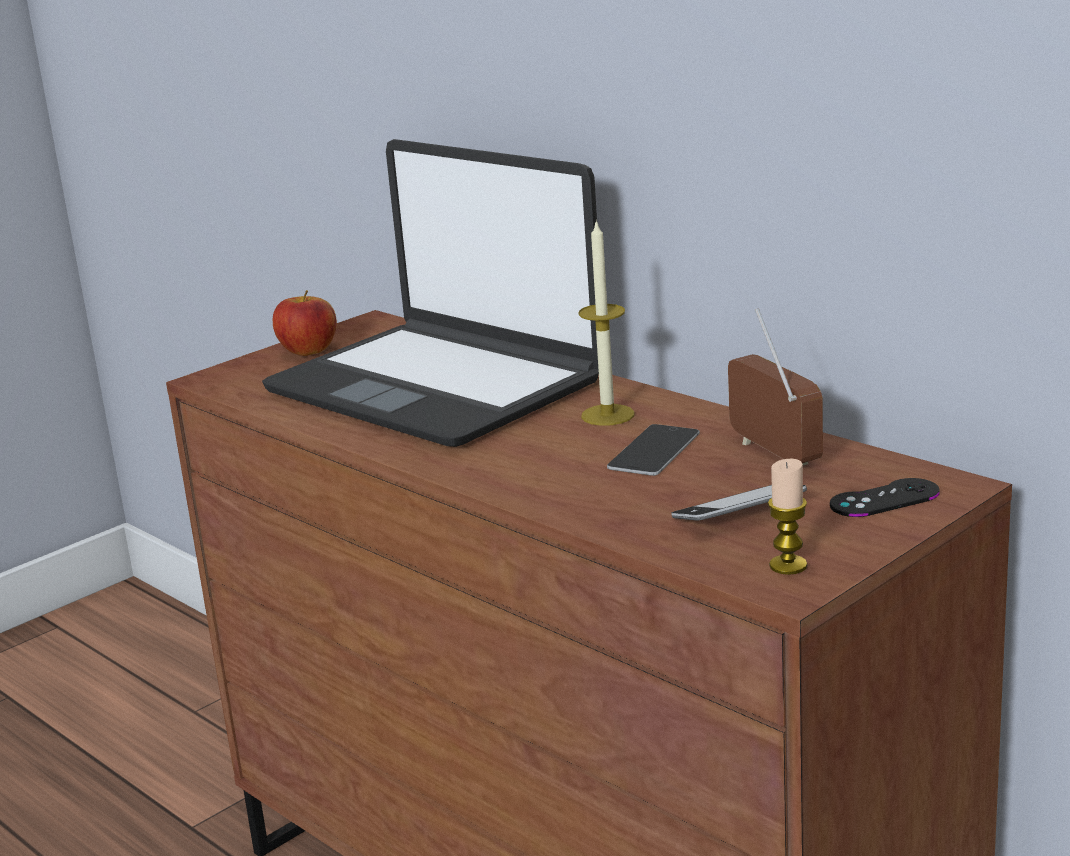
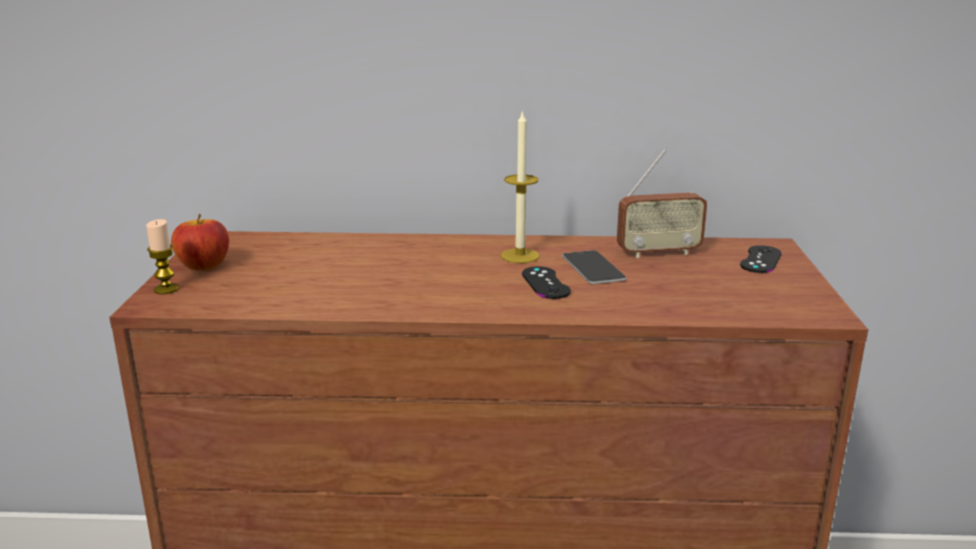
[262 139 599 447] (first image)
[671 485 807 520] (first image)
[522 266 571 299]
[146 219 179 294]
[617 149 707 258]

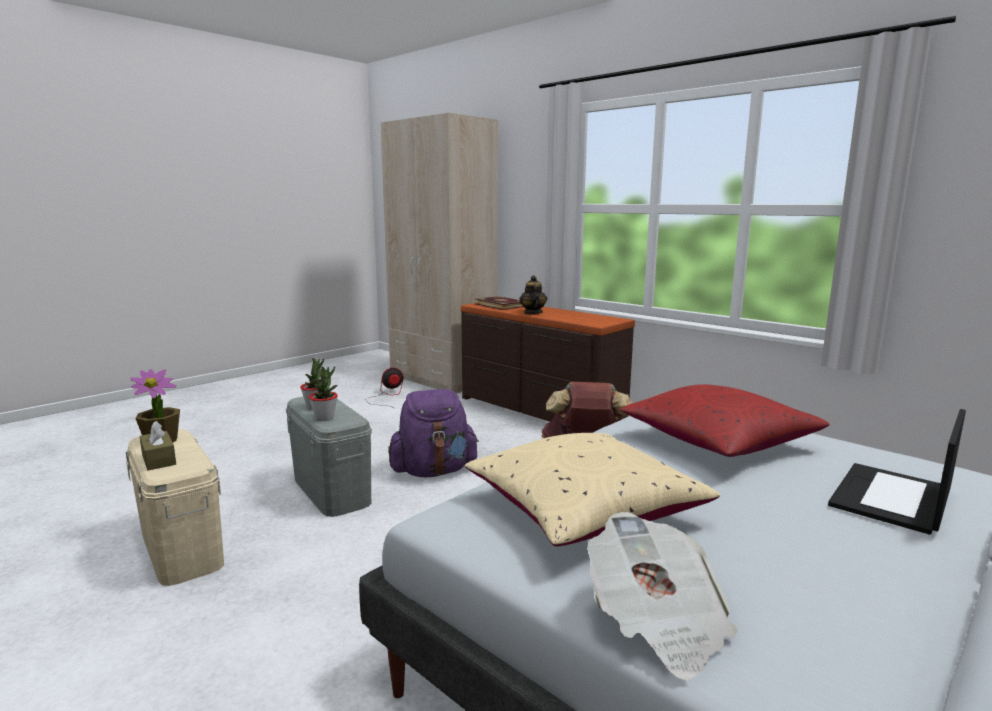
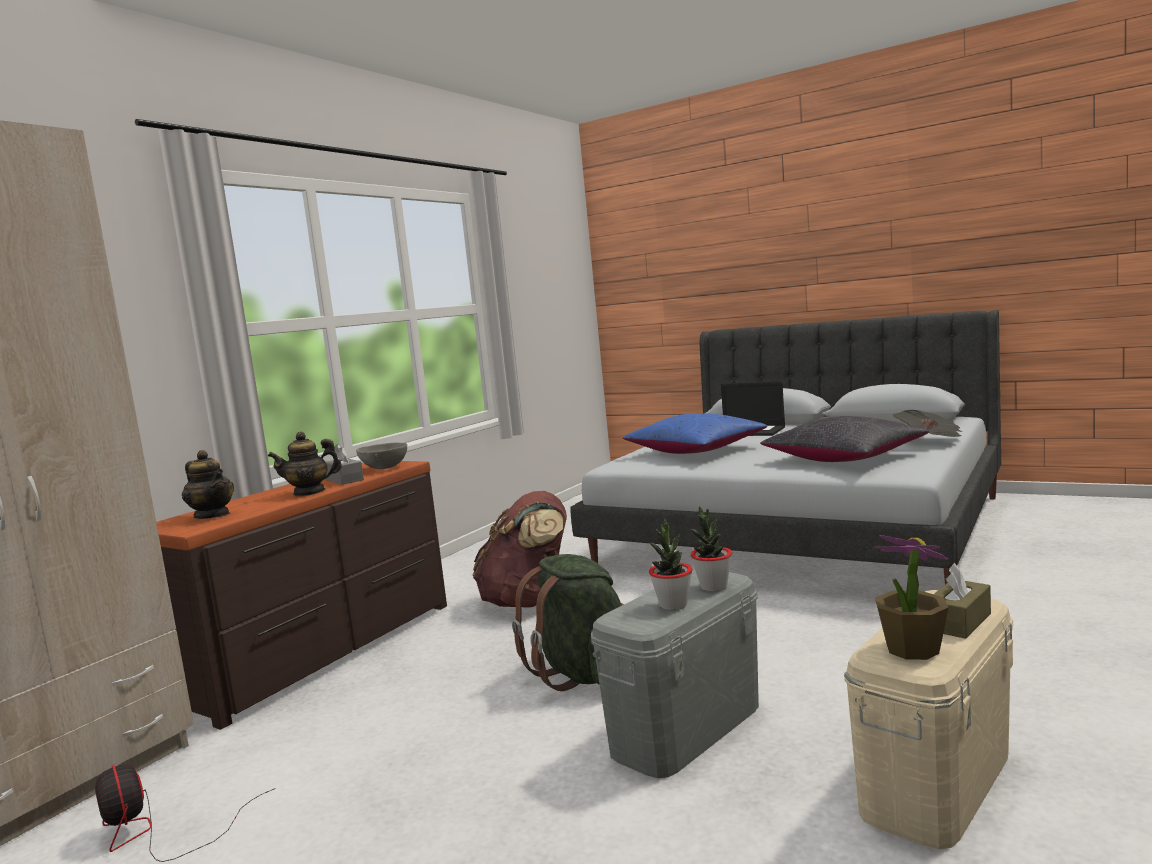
[326 444 364 485]
[356 443 407 469]
[182 450 234 519]
[512 554 624 691]
[760 416 929 462]
[623 413 767 454]

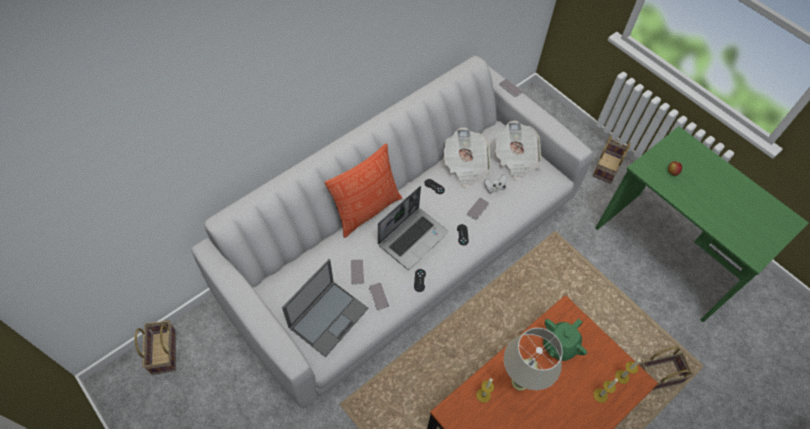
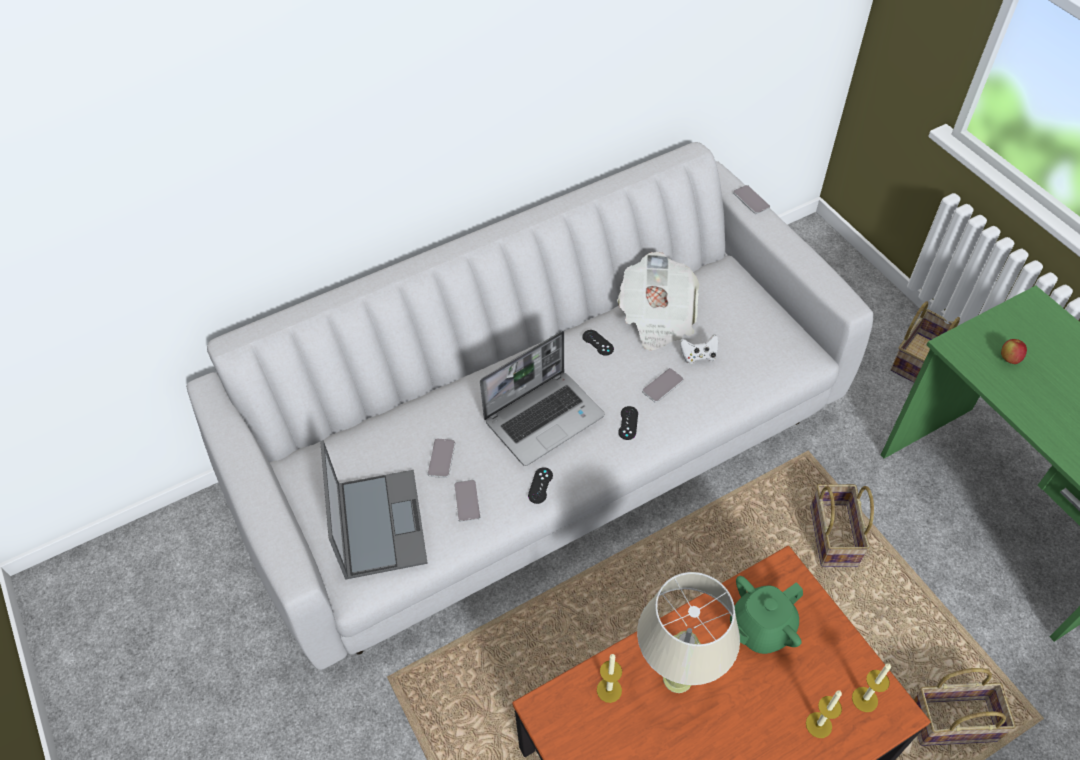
[324 144 402 238] (first image)
[495 121 541 180] (first image)
[810 484 874 567]
[320 440 428 580]

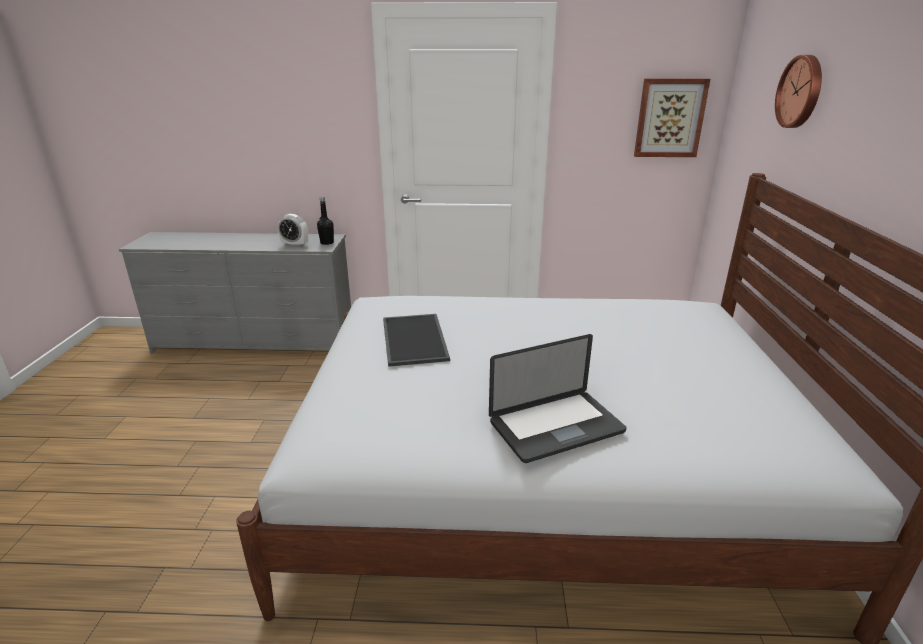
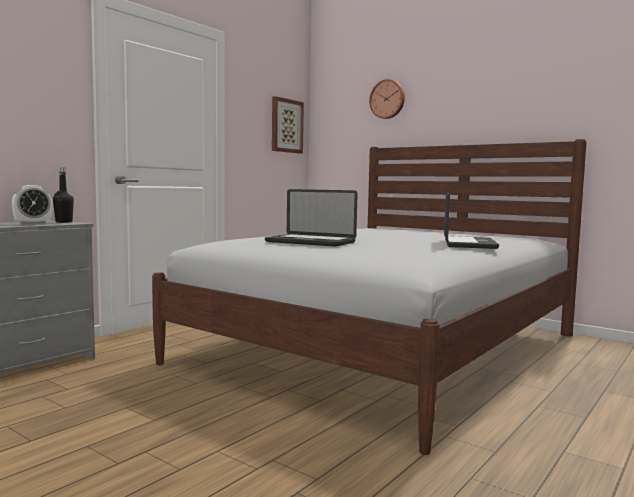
[265 189 358 247]

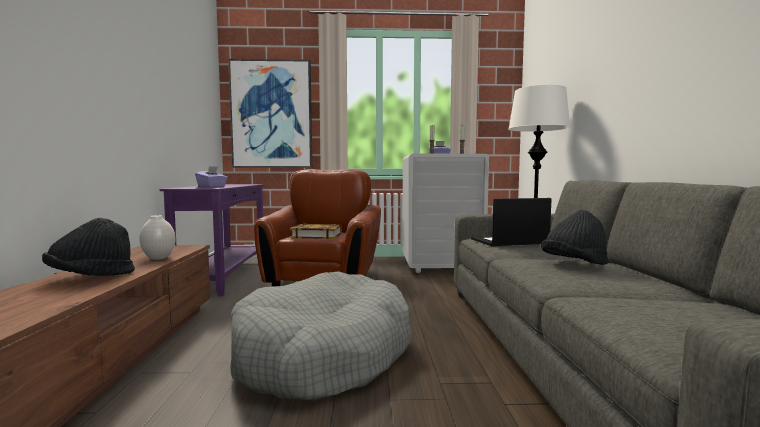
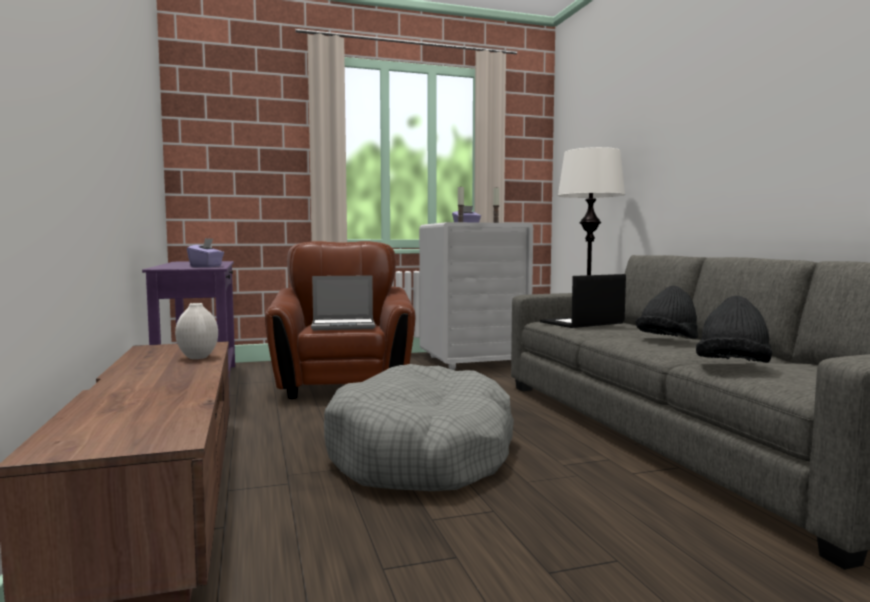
[228 59 312 168] (first image)
[696 296 773 363]
[311 275 375 330]

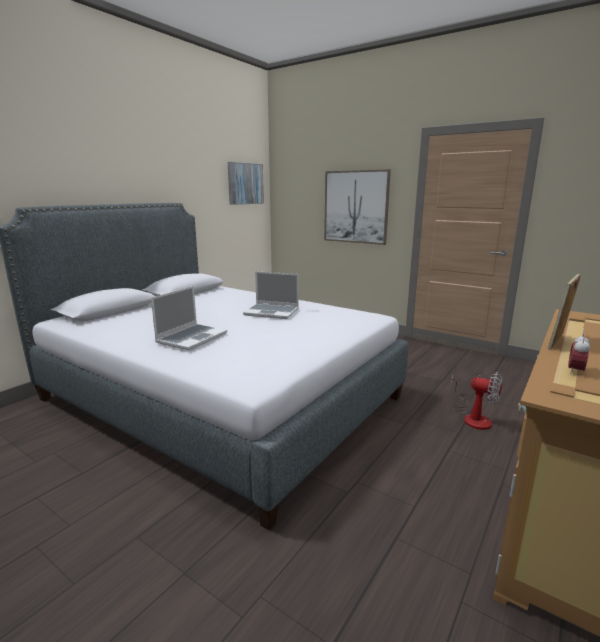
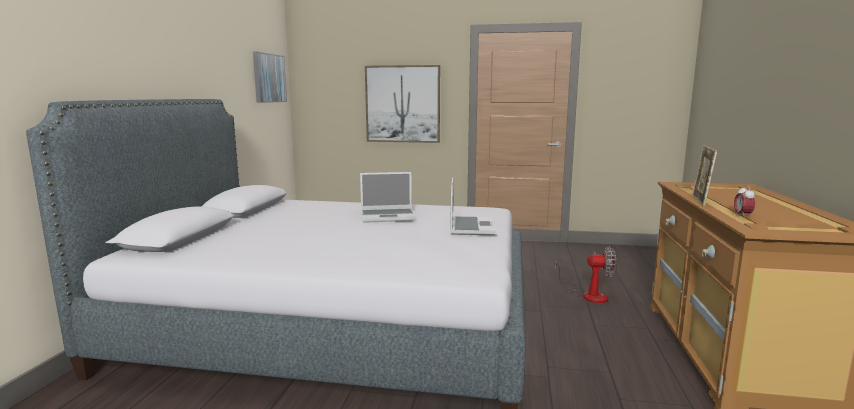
[450 177 496 235]

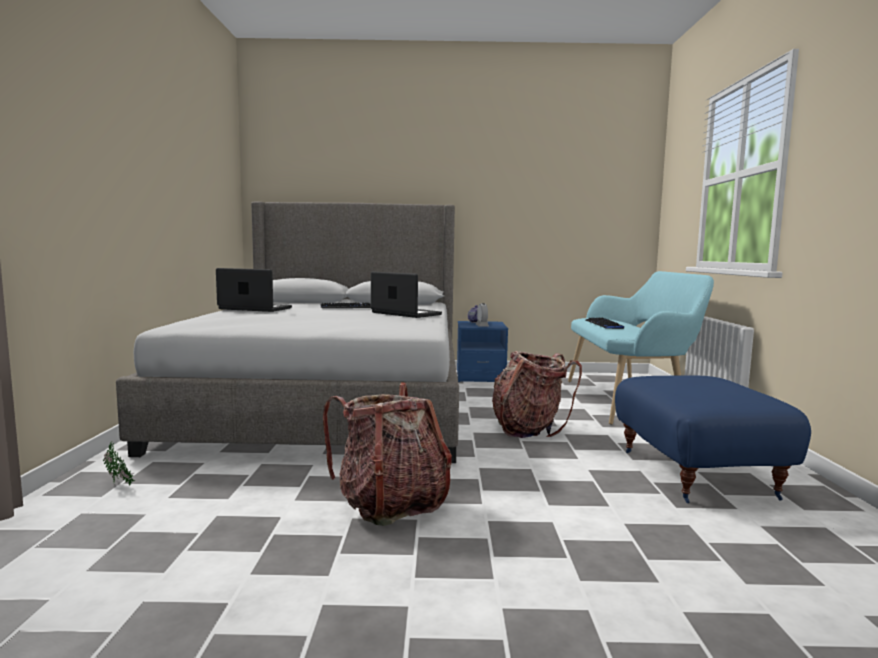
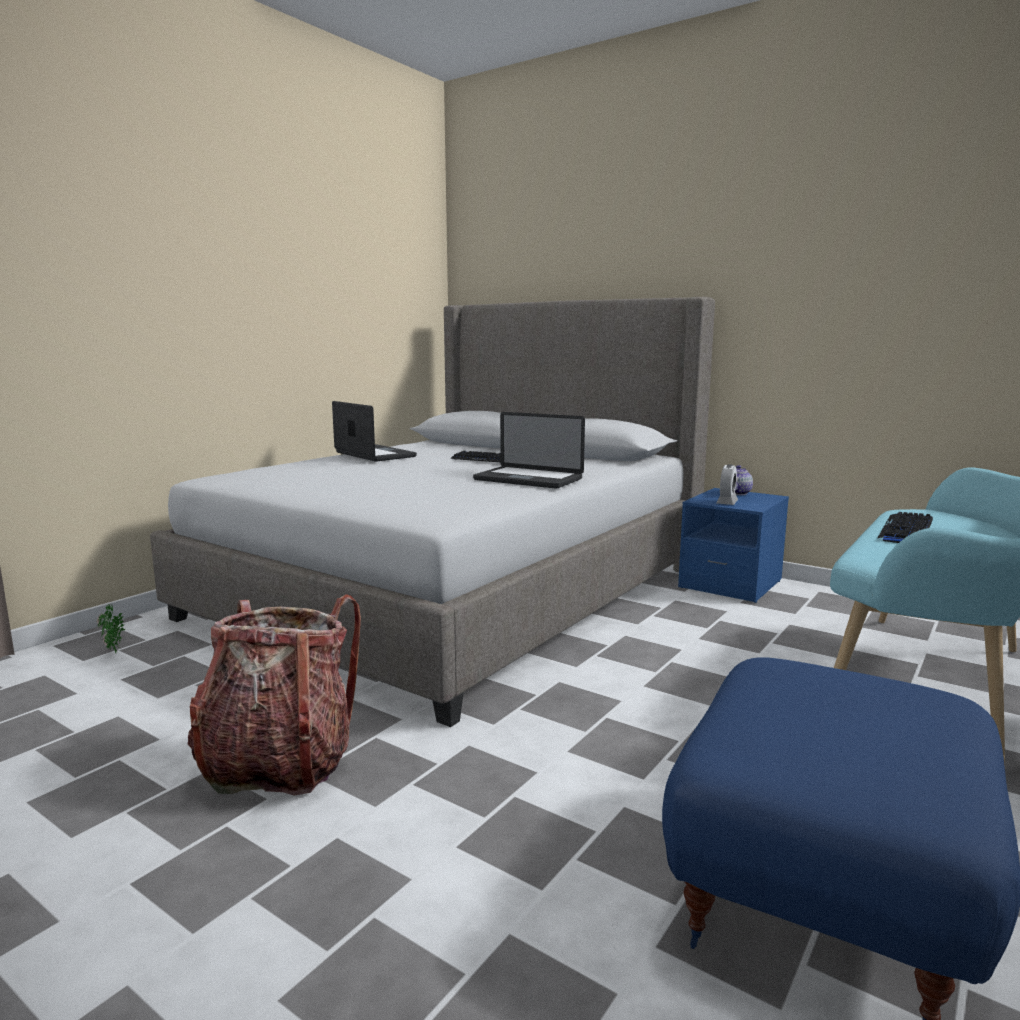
[492 351 582 438] (first image)
[473 412 585 489]

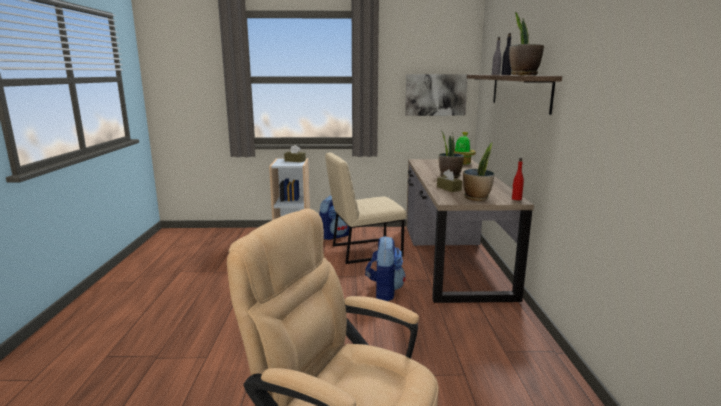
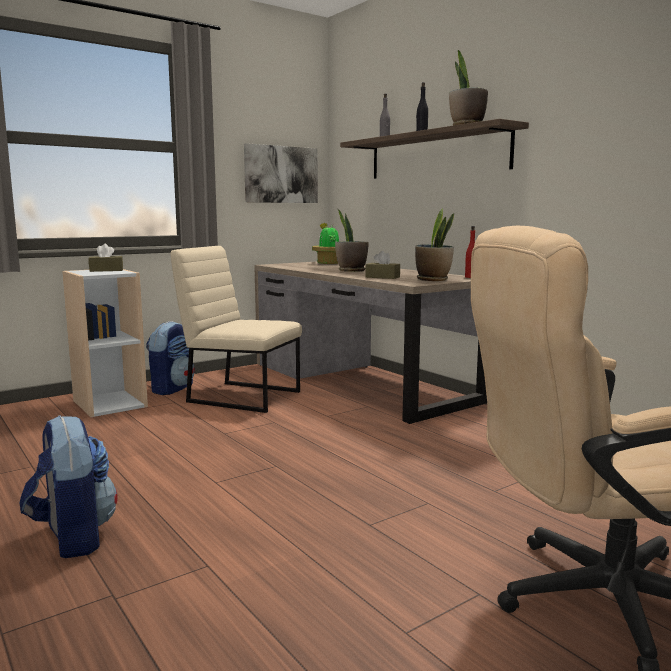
[20 415 118 558]
[170 246 302 413]

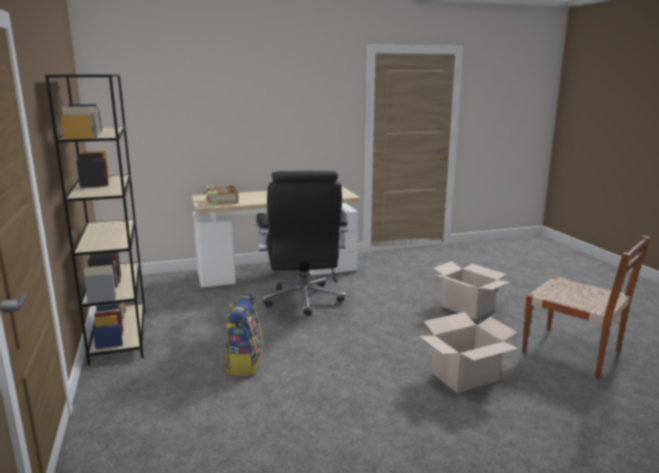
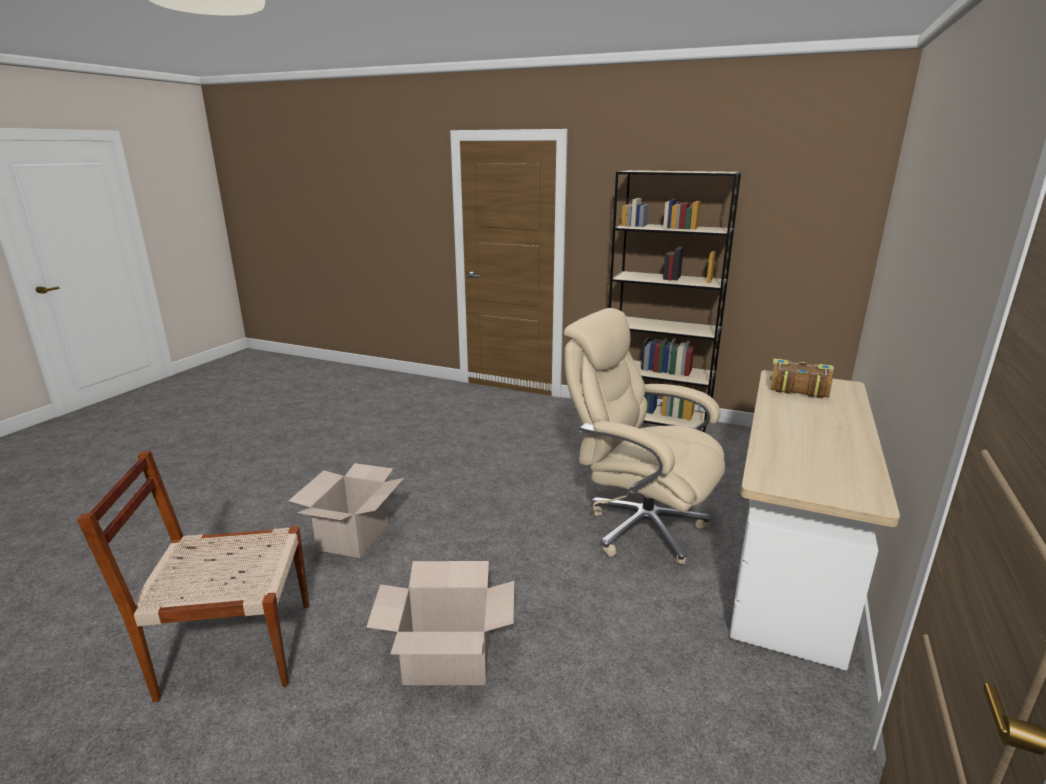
[224 293 263 376] (first image)
[564 308 725 564]

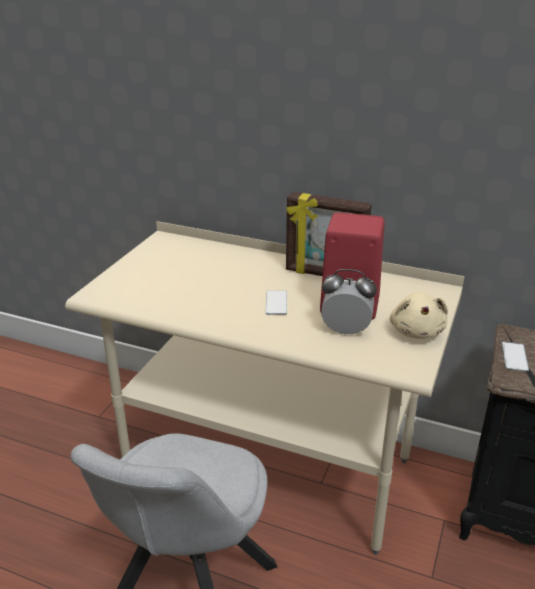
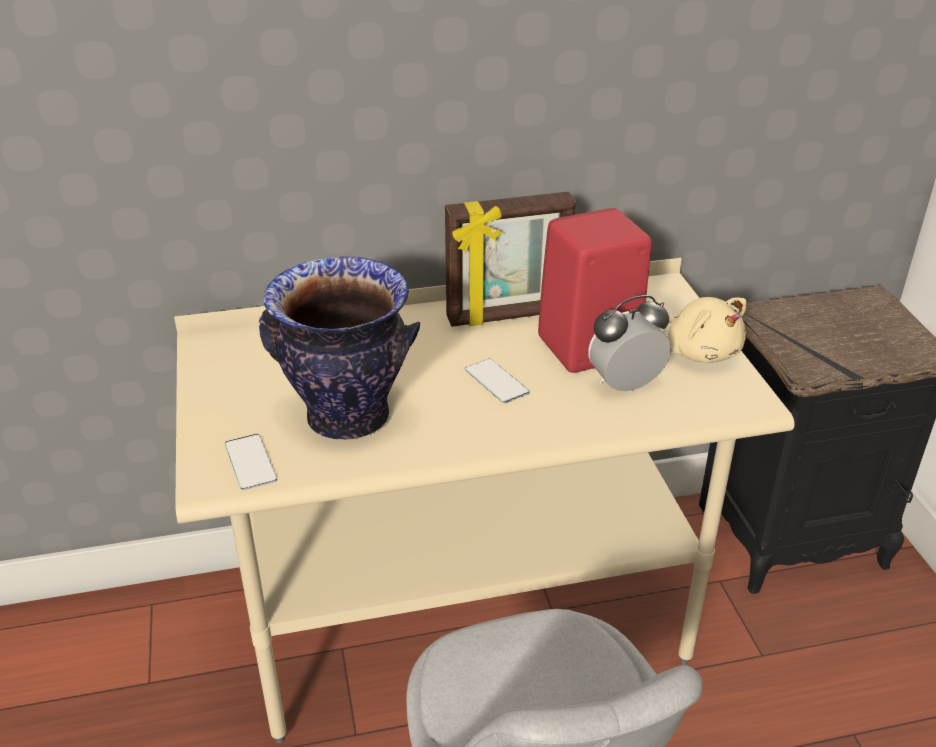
[259 257 420 440]
[225 434 277 490]

